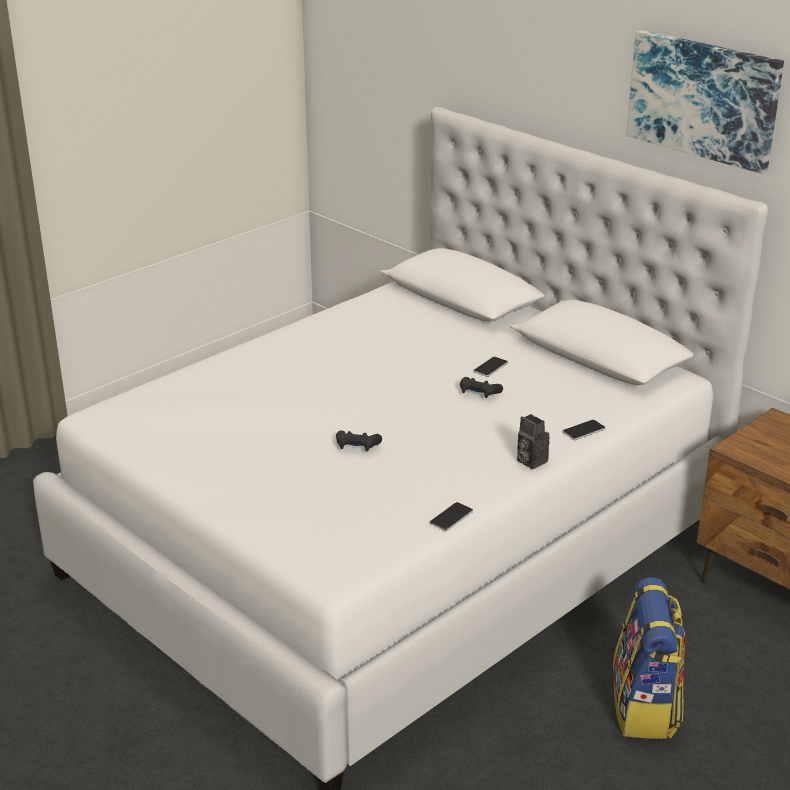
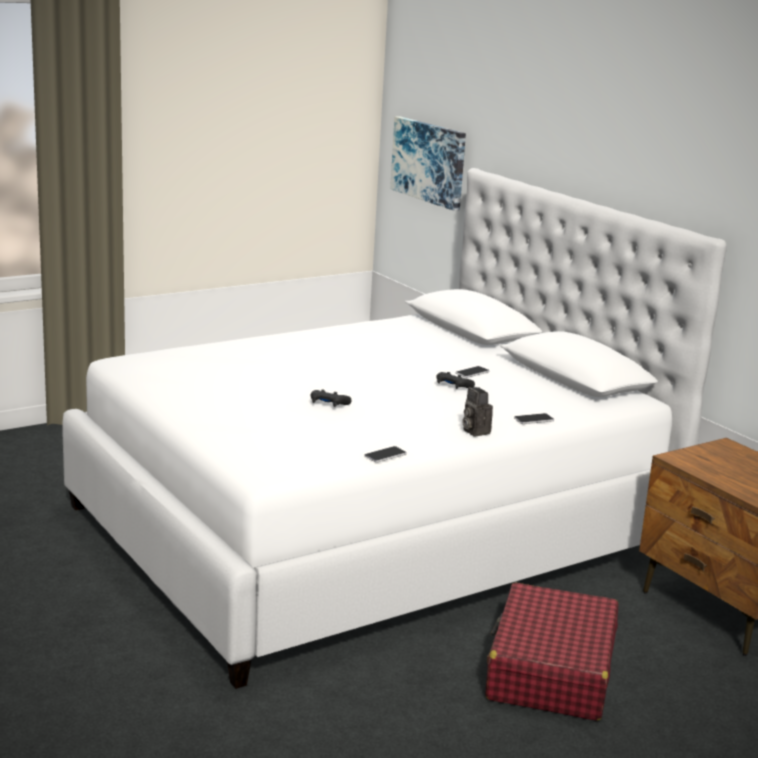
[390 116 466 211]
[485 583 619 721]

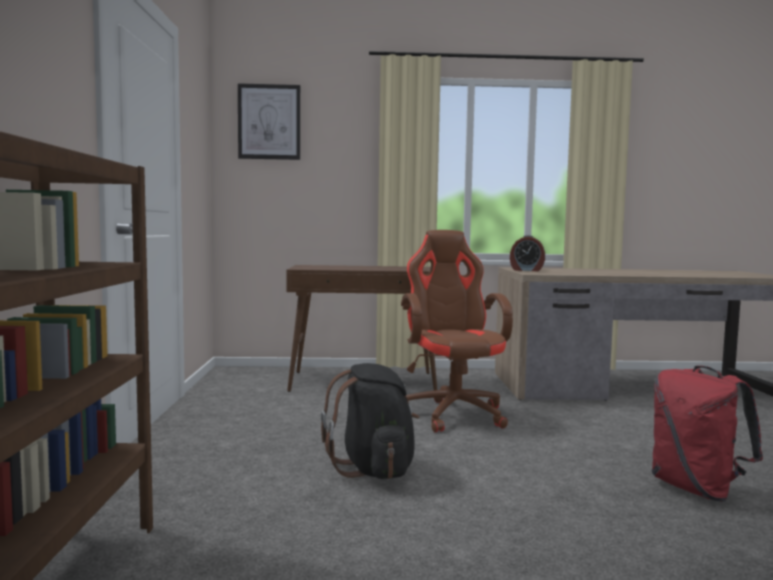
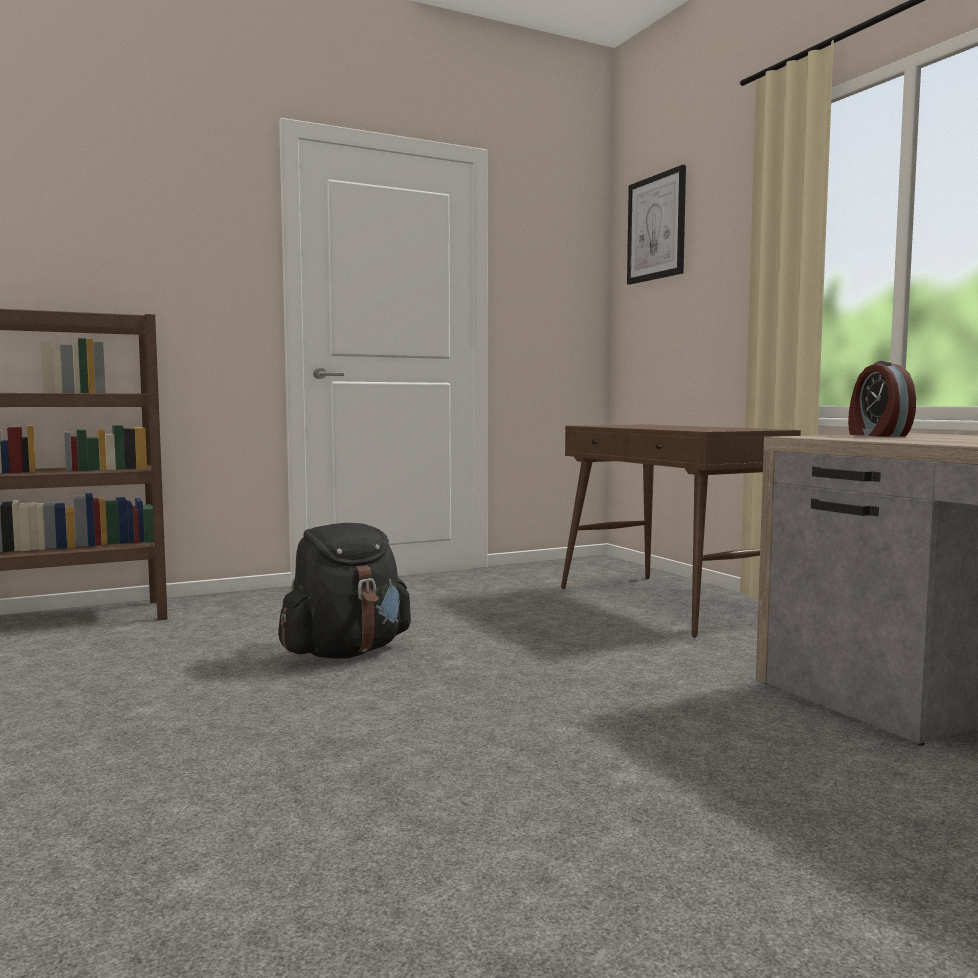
[401 230 513 433] (first image)
[652 366 763 502] (first image)

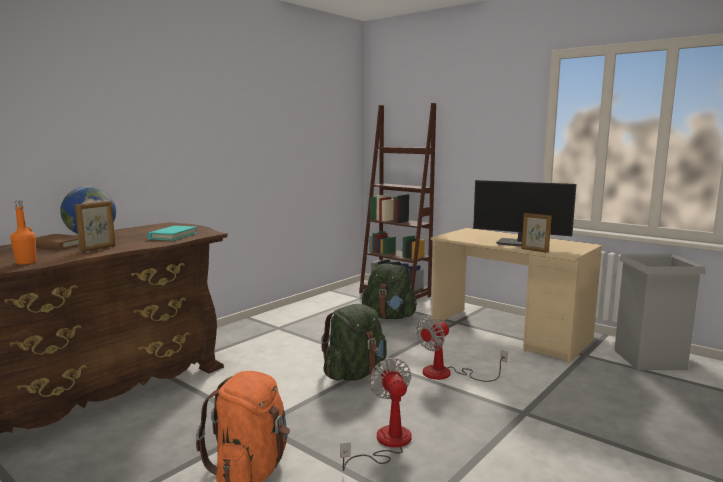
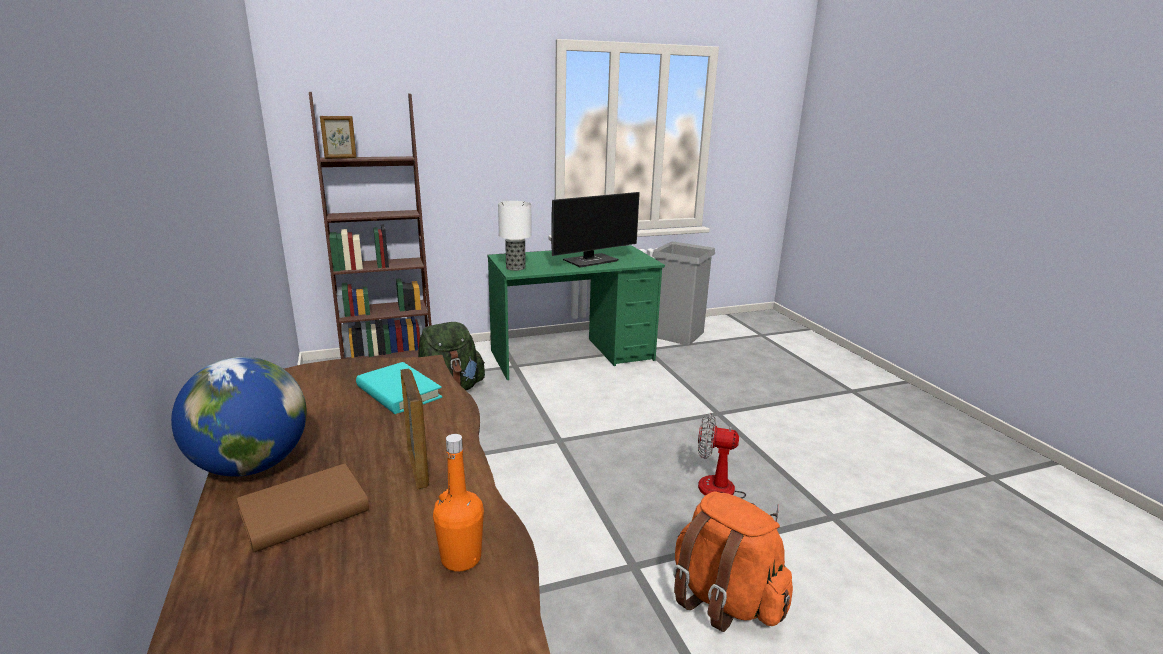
[321 304 387 381] (first image)
[416 316 507 382] (first image)
[498 201 532 271]
[320 116 356 159]
[488 245 665 380]

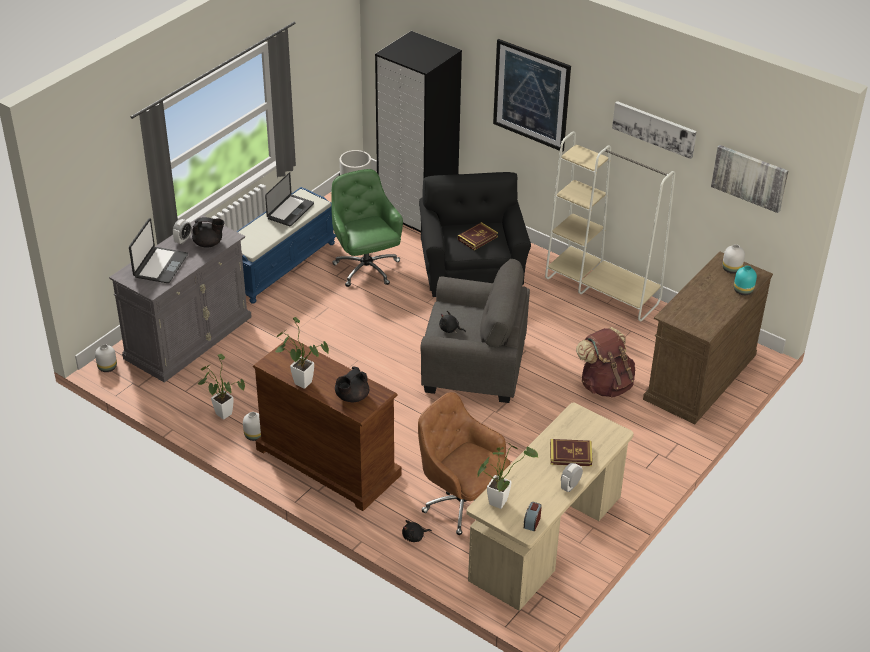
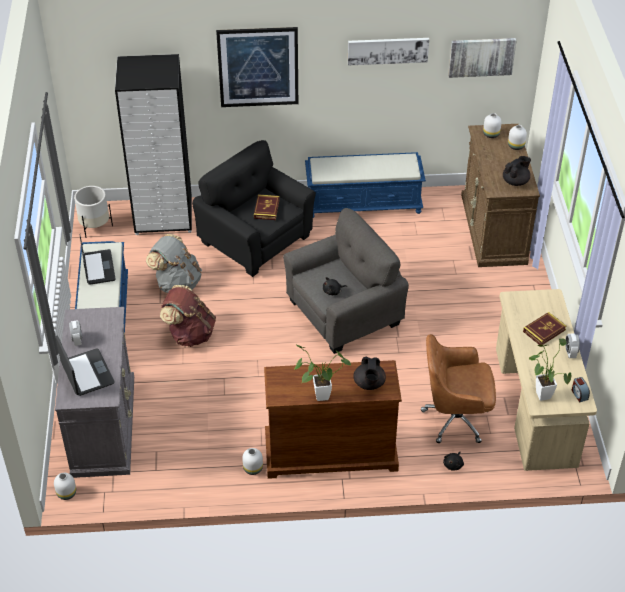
[197 354 245 420] (first image)
[503 156 531 186]
[160 285 216 347]
[146 234 202 293]
[305 152 426 218]
[508 125 527 150]

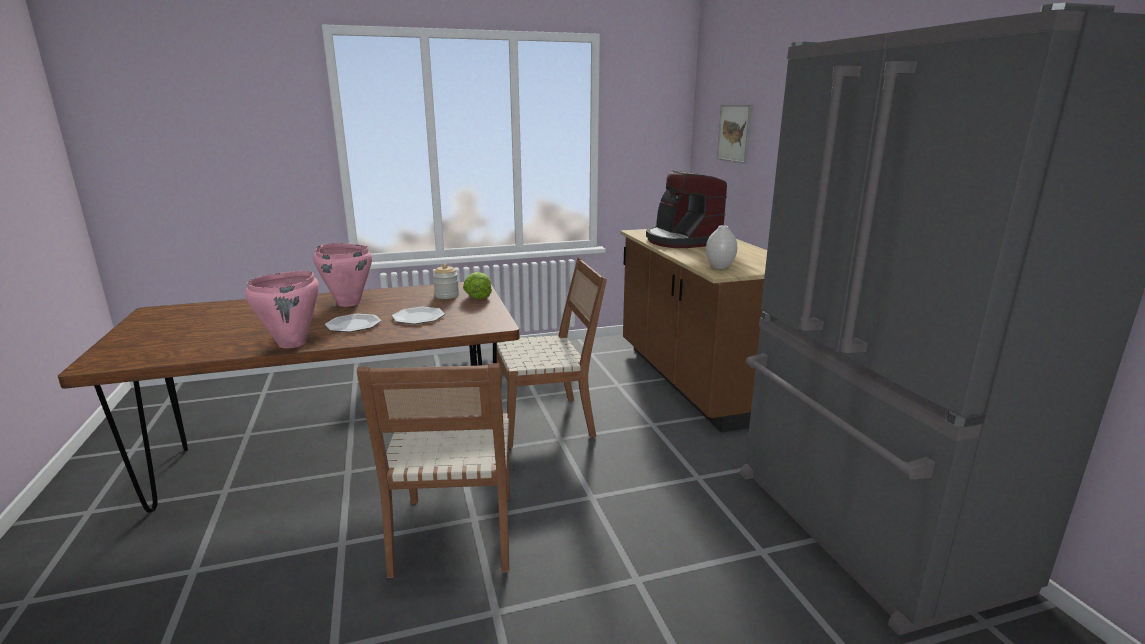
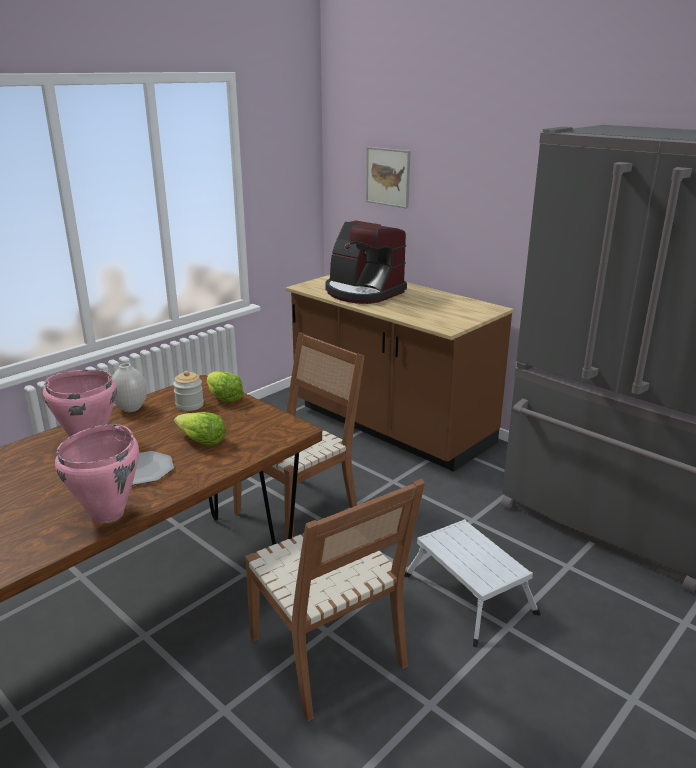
[404 519 541 647]
[112 363 147 412]
[174 412 226 445]

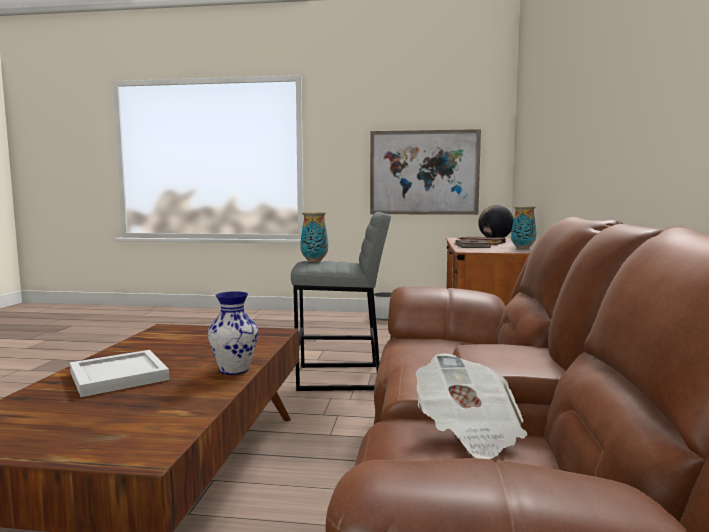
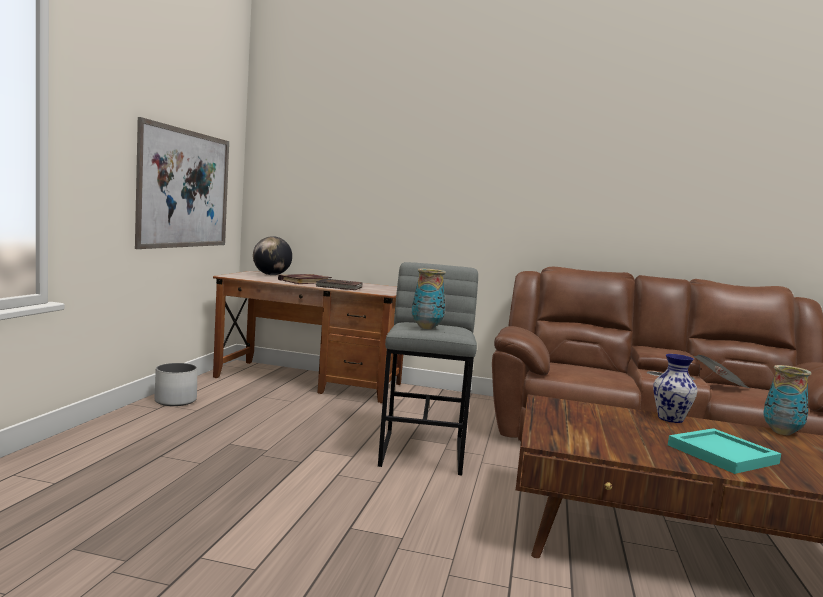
[763 365 812 435]
[668 428 781 474]

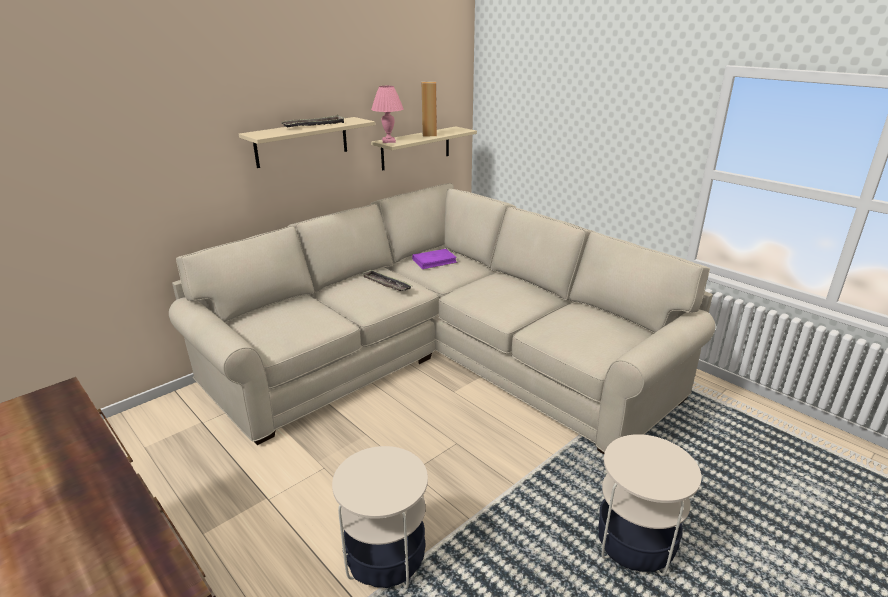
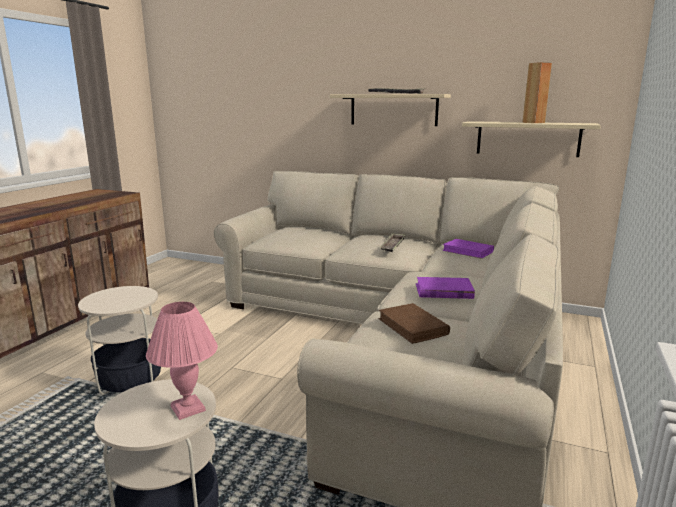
[379 303 450 344]
[416 277 475 299]
[146 302 218 420]

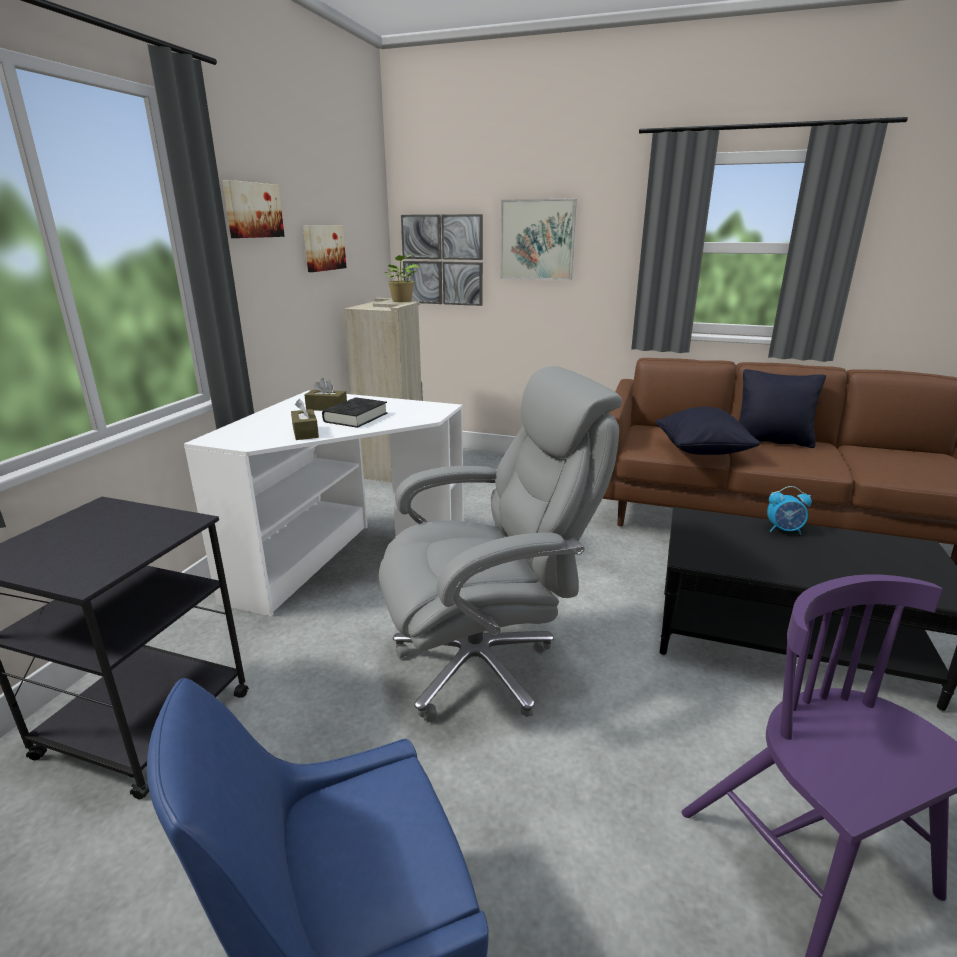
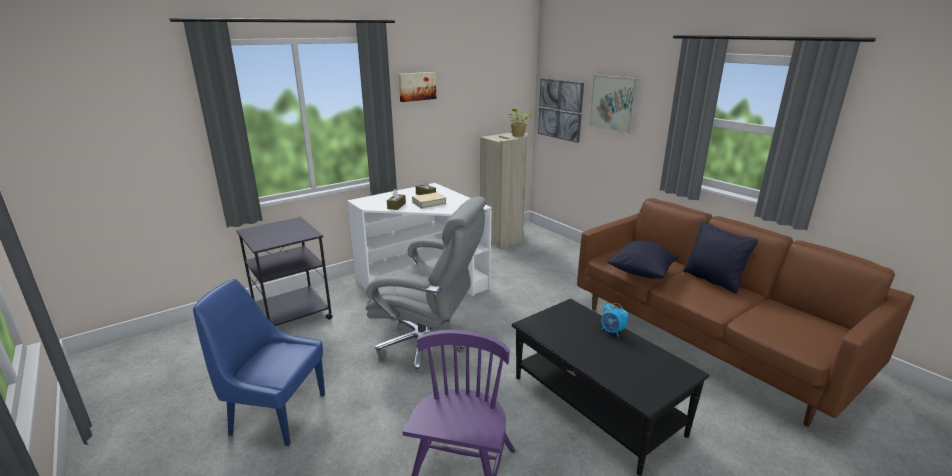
[303 225 346 272] (first image)
[412 192 447 209]

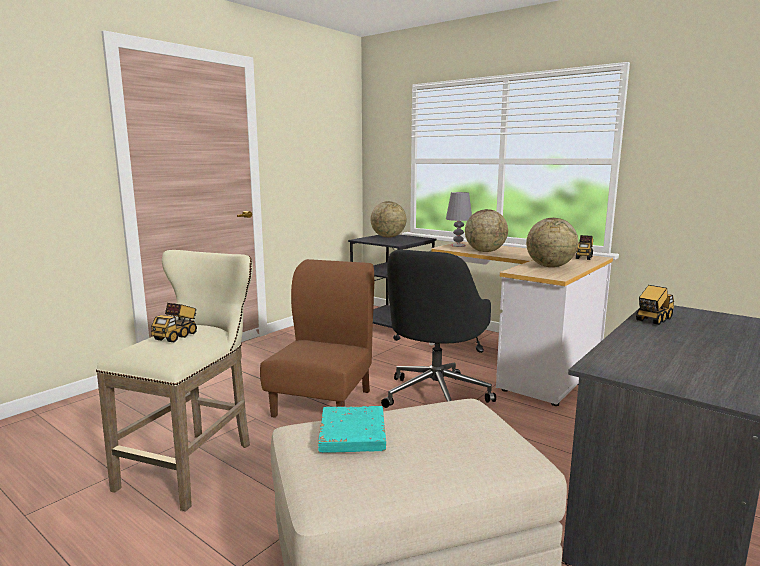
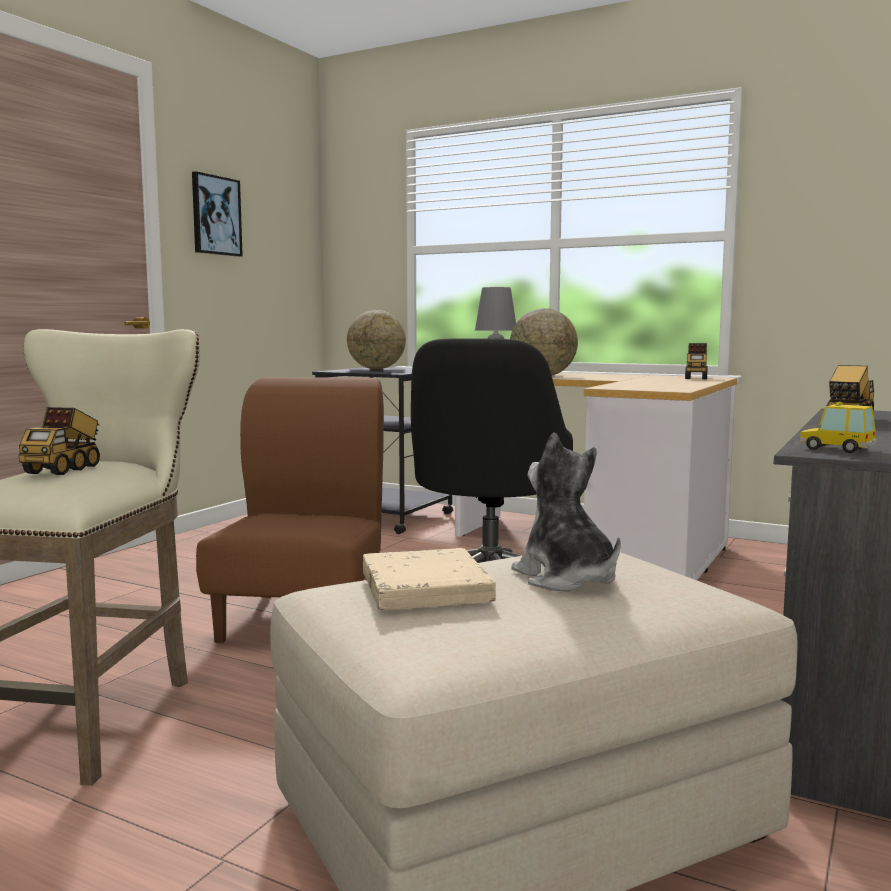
[526 218 578 267] (first image)
[192 171 243 257]
[511 432 621 592]
[799 402 877 453]
[363 548 496 610]

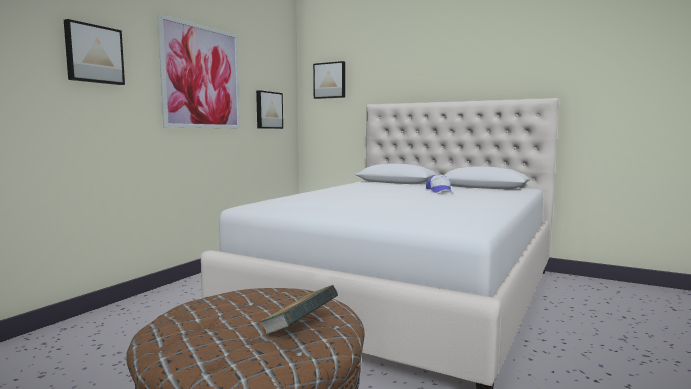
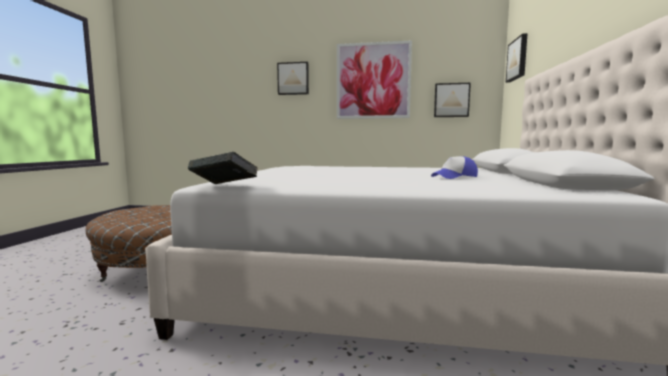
[188 152 258 184]

